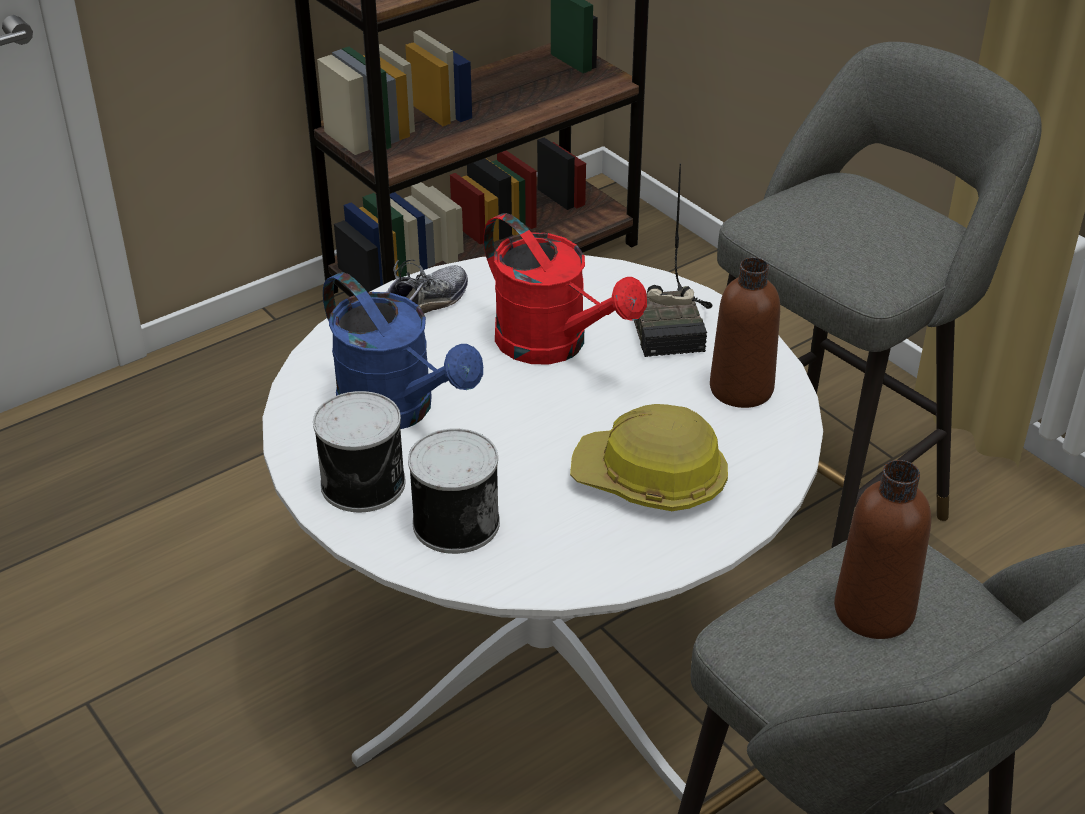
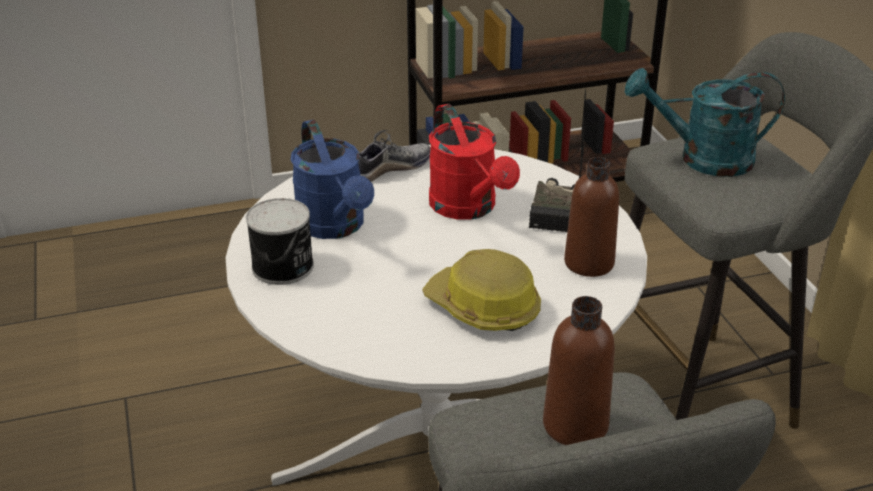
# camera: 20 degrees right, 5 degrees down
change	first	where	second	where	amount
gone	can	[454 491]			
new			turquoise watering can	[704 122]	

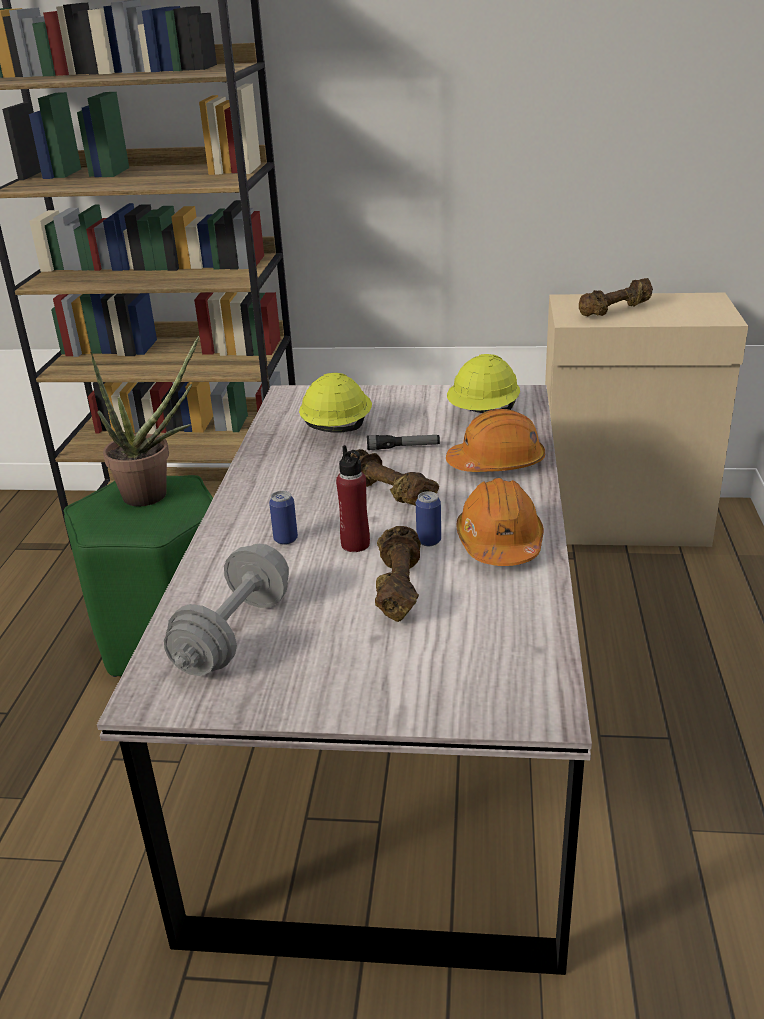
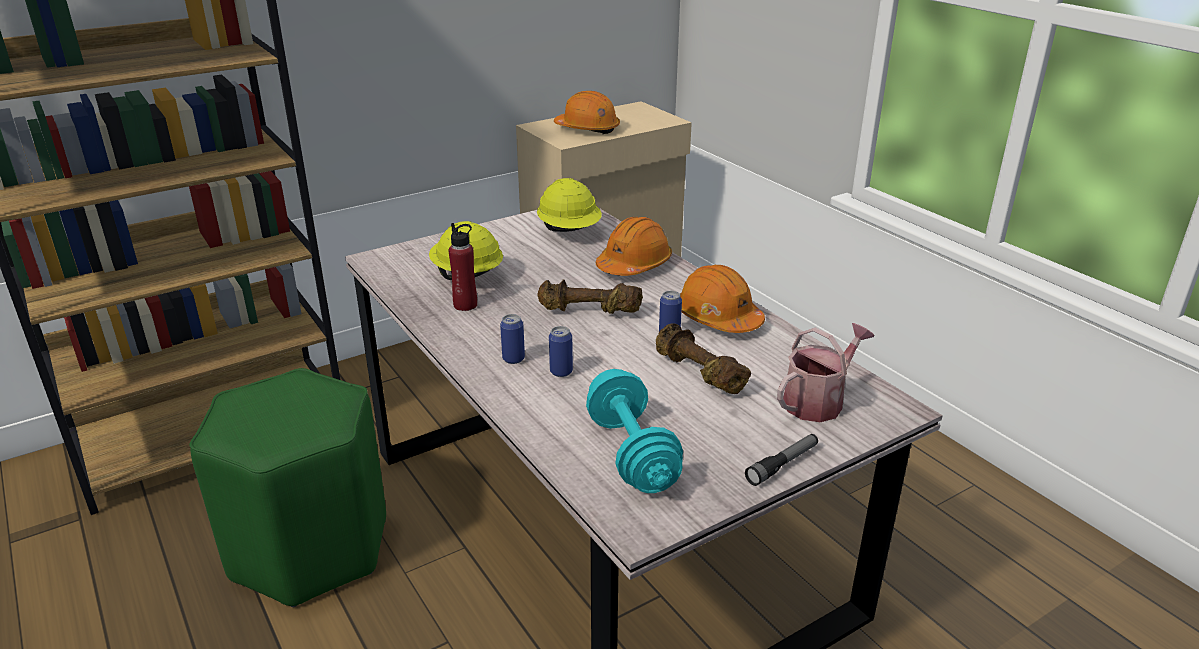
# camera: 40 degrees left, 0 degrees up
change	first	where	second	where	amount
gone	potted plant	[144 421]			
repainted	grey dumbbell	[226 610]	turquoise dumbbell	[634 431]	
shifted	red bottle	[353 498]		[463 267]	
shifted	flashlight	[403 442]		[781 460]	
swapped	brown dumbbell	[616 297]	orange hard hat	[587 112]	
new			can	[512 339]	
new			watering can	[825 372]	

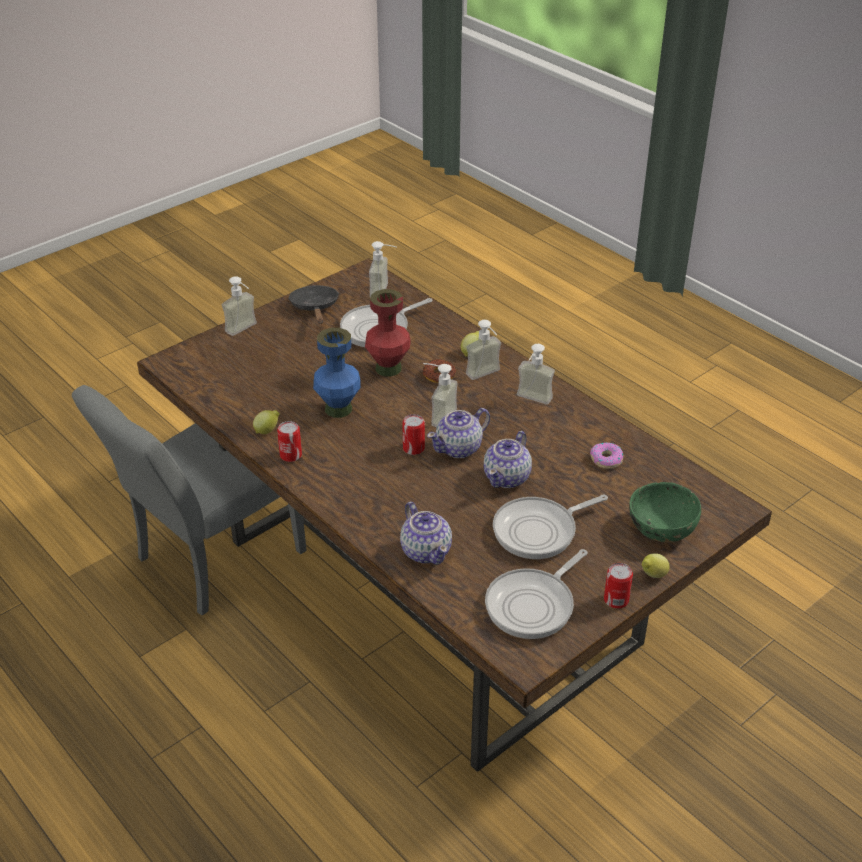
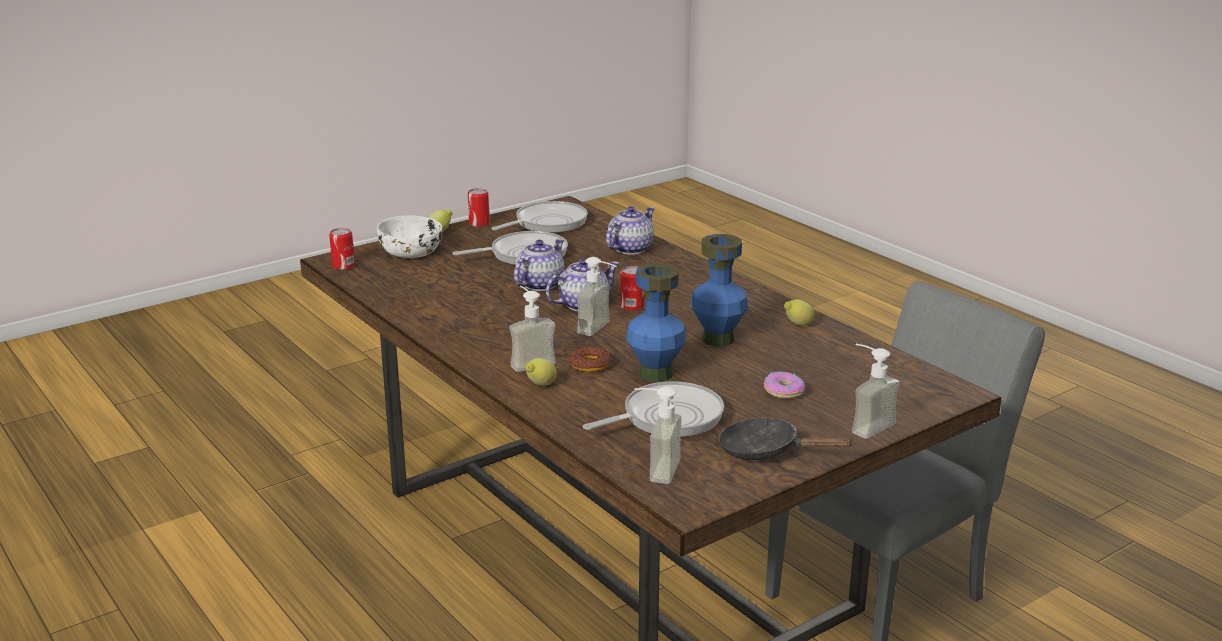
# camera: 175 degrees left, 15 degrees down
change	first	where	second	where	amount
shifted	can	[289 441]		[342 249]	
rotated	black frying pan	[313 304]		[786 438]	120 degrees clockwise
repainted	red vase	[388 333]	blue vase	[656 322]	
rotated	teapot	[426 533]		[630 230]	60 degrees clockwise
gone	soap dispenser	[536 374]			
shifted	donut	[606 456]		[784 385]	
repainted	green bowl	[665 512]	white bowl	[409 236]	

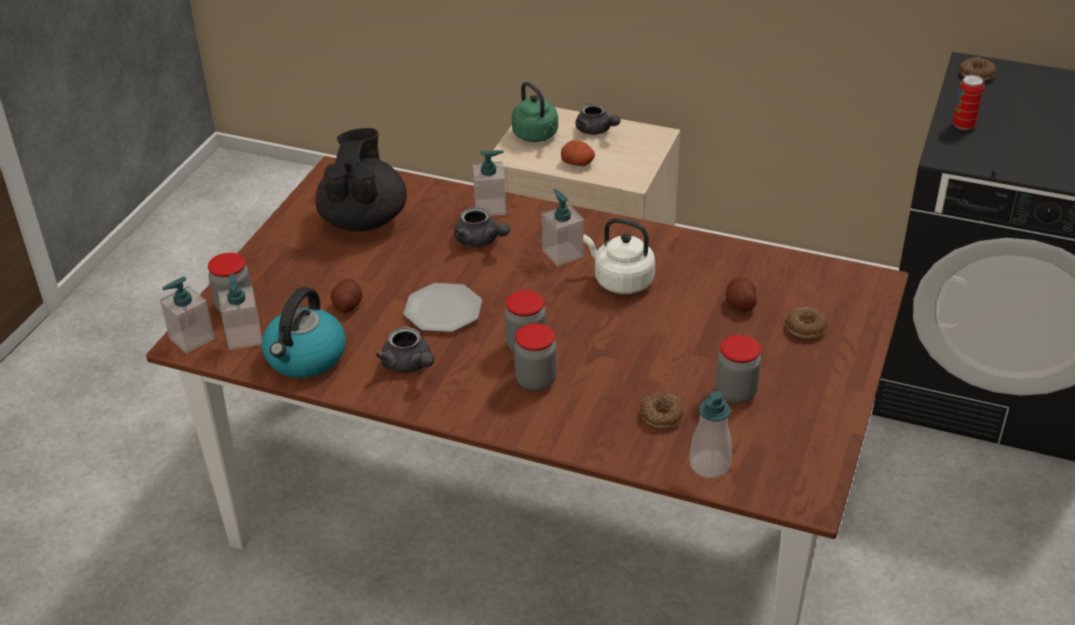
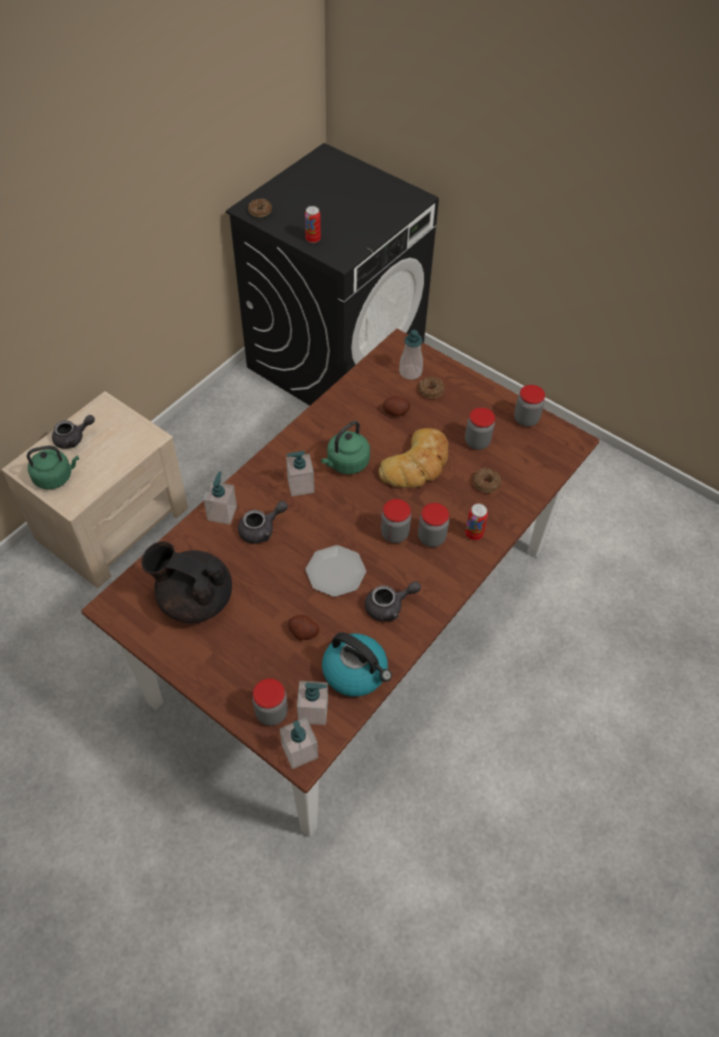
# camera: 75 degrees left, 15 degrees up
change	first	where	second	where	amount
gone	potato	[578 153]			
repainted	white kettle	[619 256]	green kettle	[345 447]	
shifted	soap dispenser	[711 434]		[411 355]	
new			bread	[413 458]	
new			can	[476 522]	
new			jar	[529 406]	

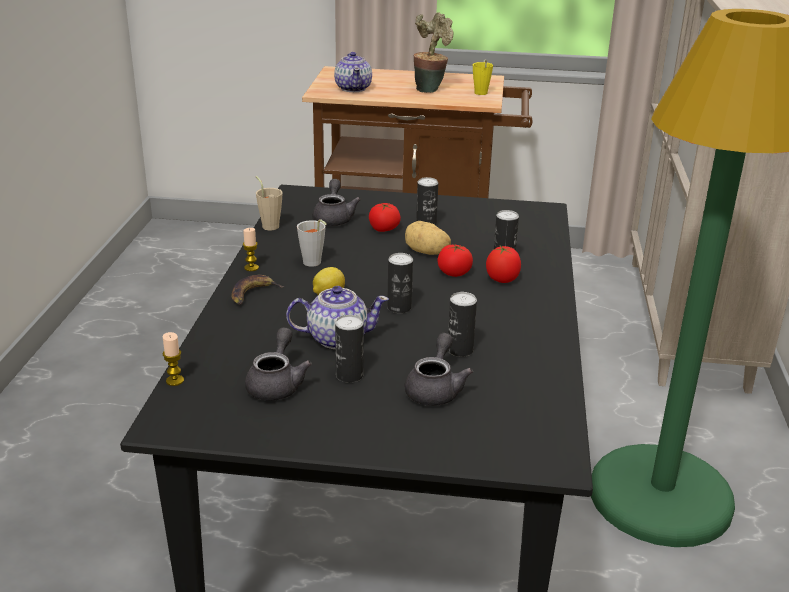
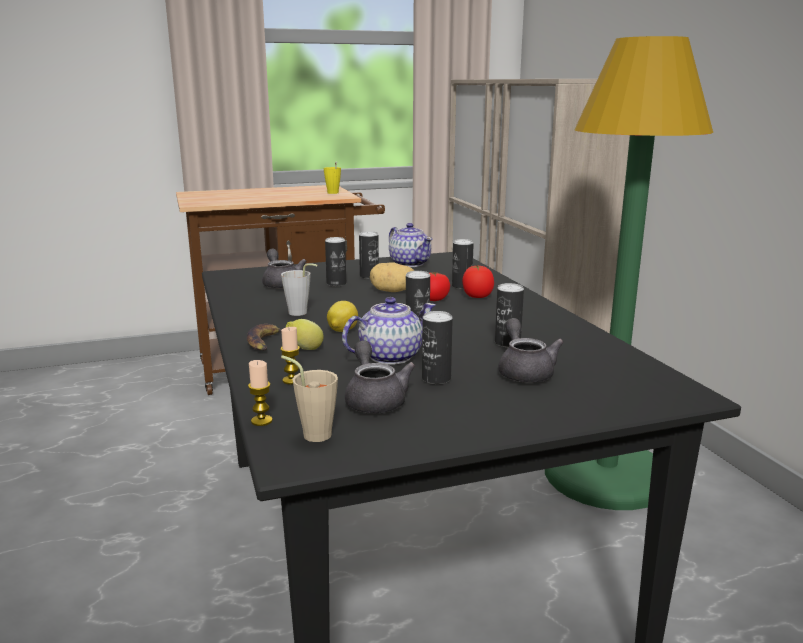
# camera: 25 degrees left, 10 degrees down
change	first	where	second	where	amount
shifted	candle	[251 249]		[290 355]	
shifted	beige cup	[269 203]		[309 398]	
shifted	teapot	[353 72]		[410 245]	
swapped	tomato	[385 217]	can	[335 261]	
gone	potted plant	[434 52]			
new			lemon	[305 334]	

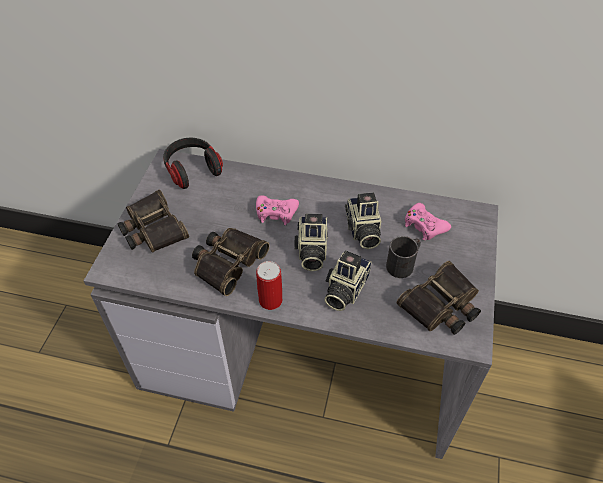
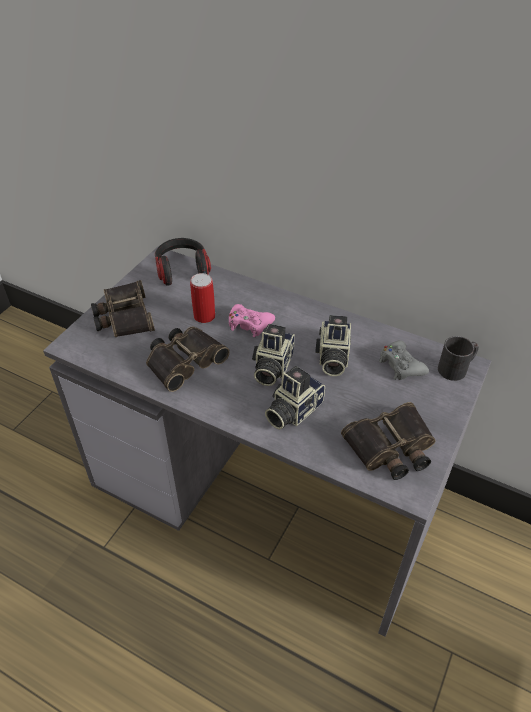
# camera: 15 degrees right, 5 degrees down
change	first	where	second	where	amount
shifted	can	[269 285]		[202 298]	
shifted	black mug	[403 257]		[458 358]	
repainted	pink game controller	[428 222]	grey game controller	[404 360]	

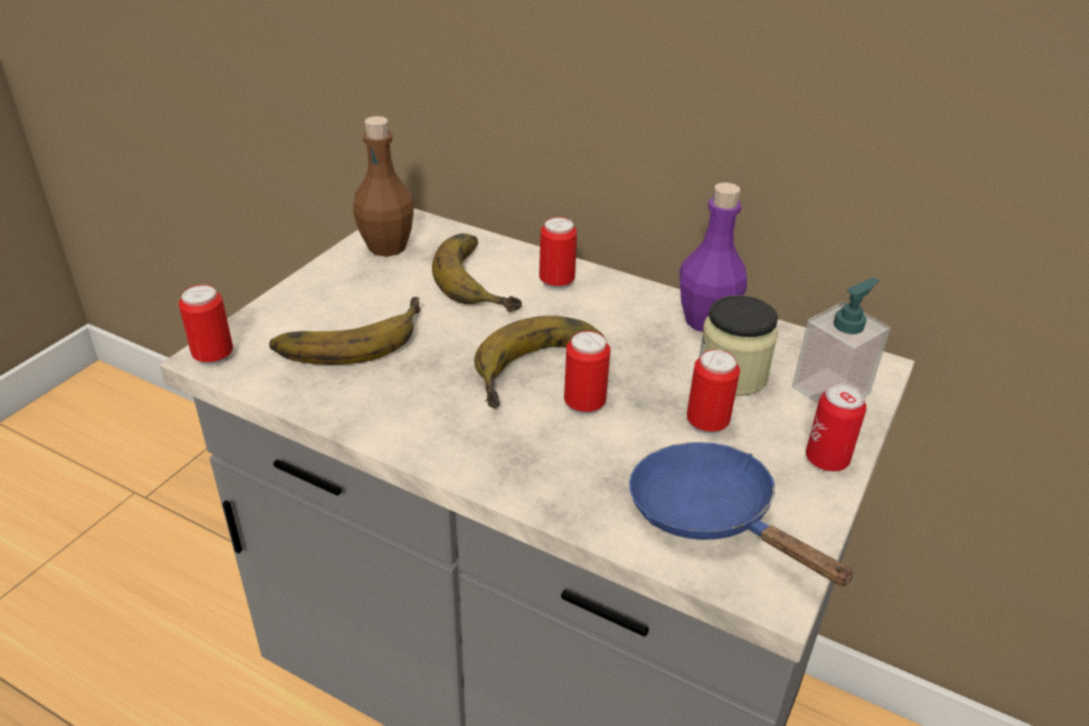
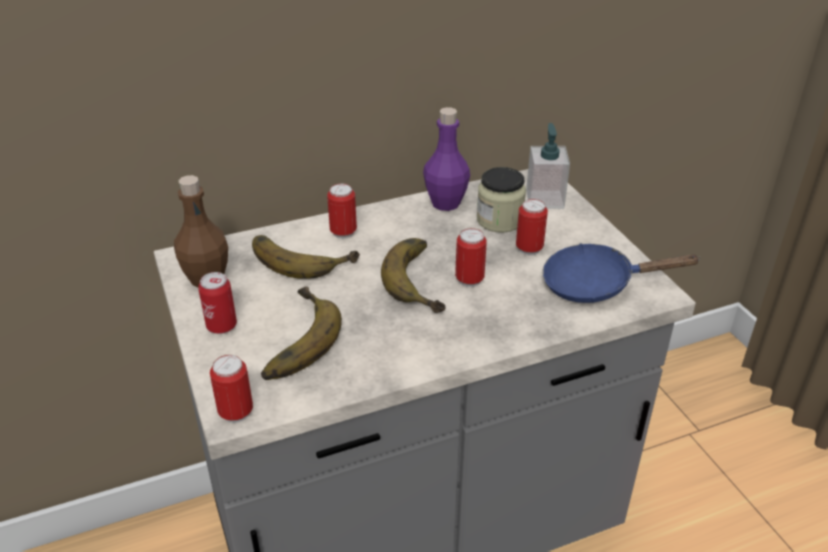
# camera: 50 degrees left, 0 degrees up
change	first	where	second	where	amount
shifted	can	[836 427]		[217 303]	

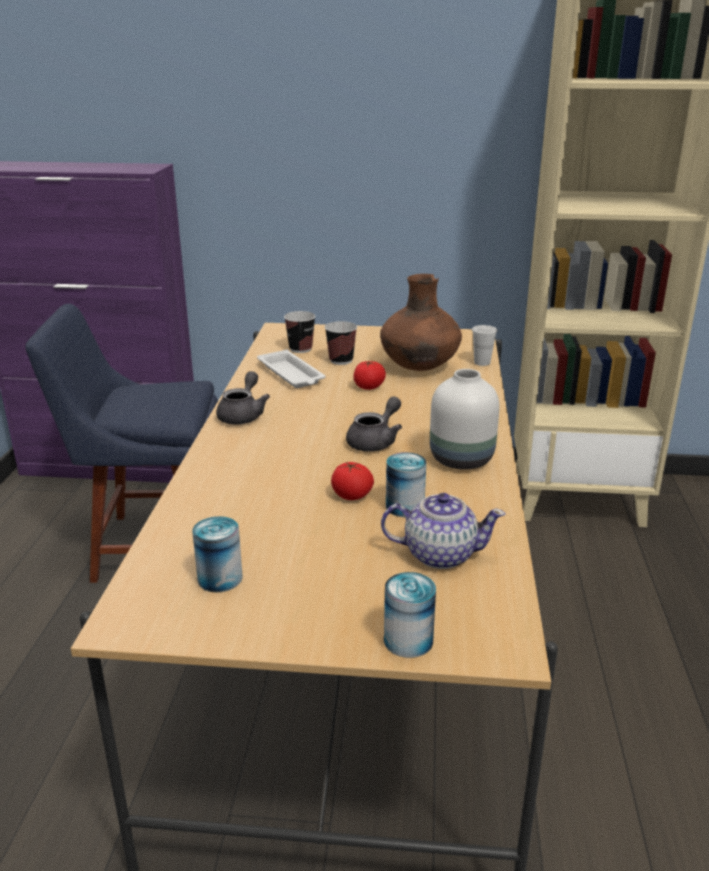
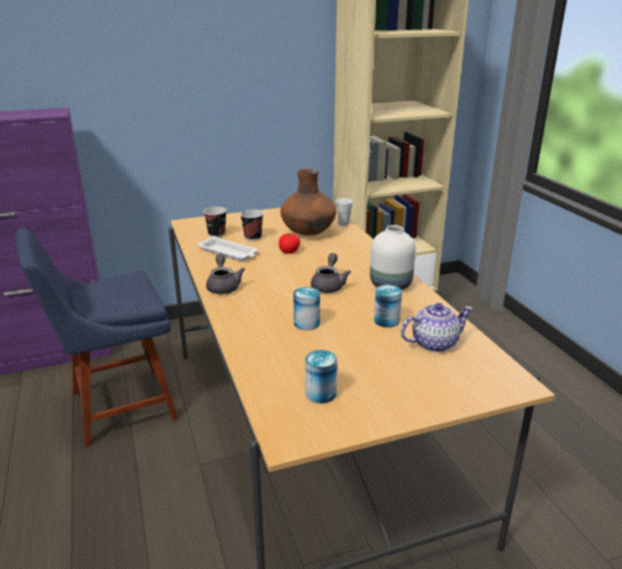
# camera: 25 degrees left, 0 degrees up
change	first	where	second	where	amount
gone	tomato	[352 480]			
shifted	can	[410 615]		[306 308]	

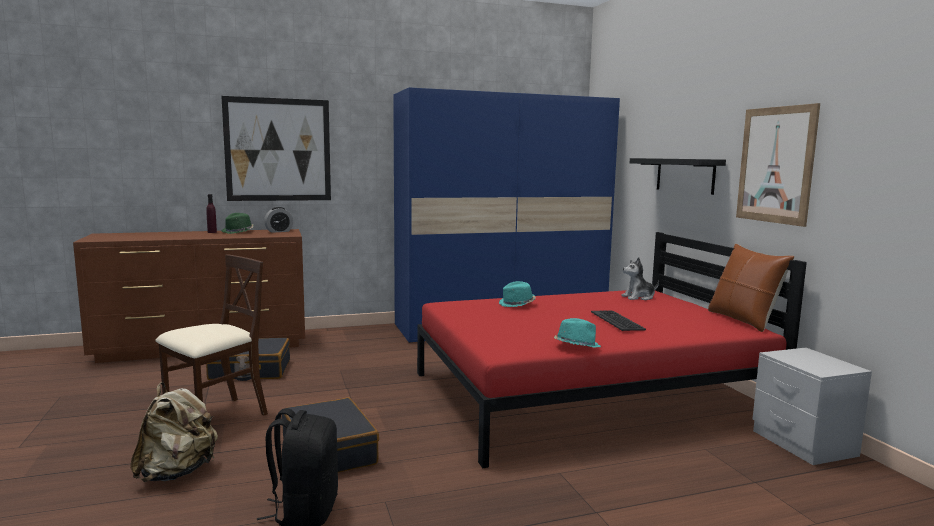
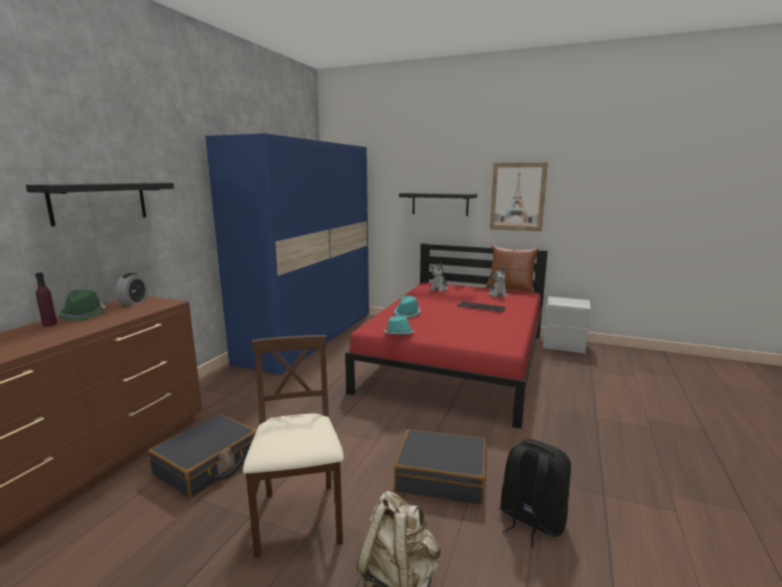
# camera: 50 degrees left, 5 degrees up
change	first	where	second	where	amount
swapped	picture	[276 148]	black shelf	[100 204]	
shifted	turquoise hat	[577 333]		[399 325]	
new			plush toy	[498 282]	

